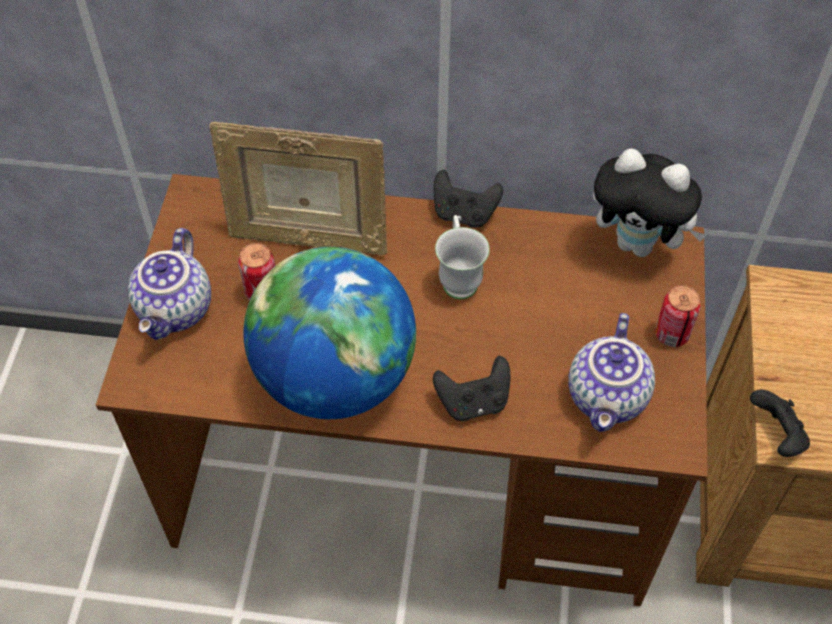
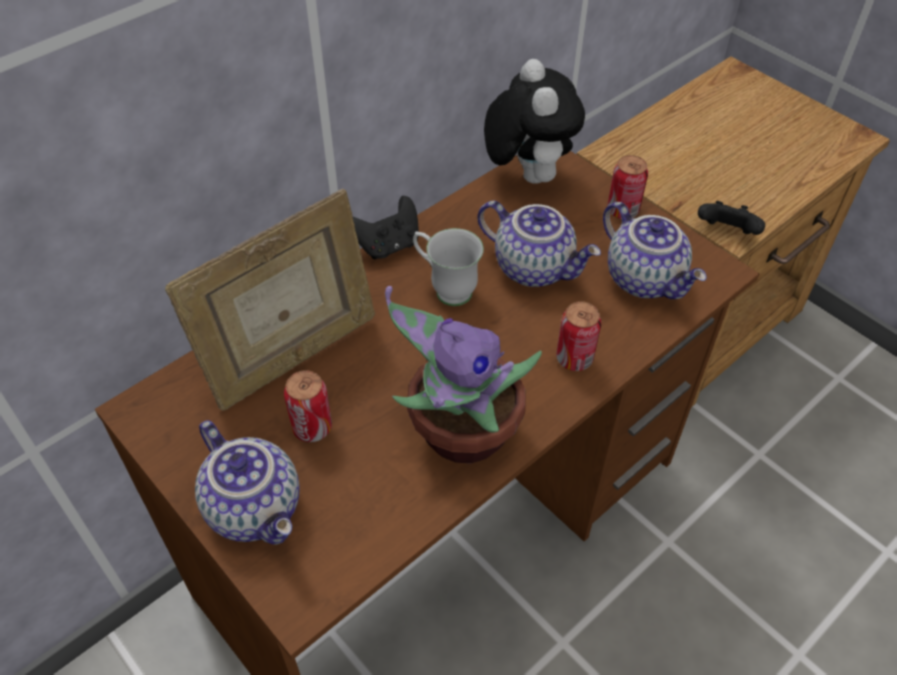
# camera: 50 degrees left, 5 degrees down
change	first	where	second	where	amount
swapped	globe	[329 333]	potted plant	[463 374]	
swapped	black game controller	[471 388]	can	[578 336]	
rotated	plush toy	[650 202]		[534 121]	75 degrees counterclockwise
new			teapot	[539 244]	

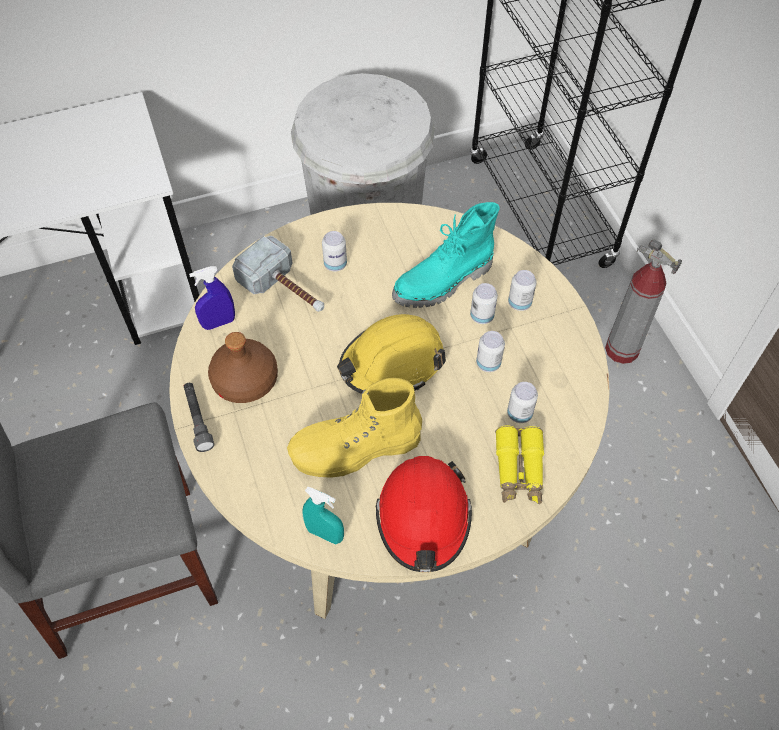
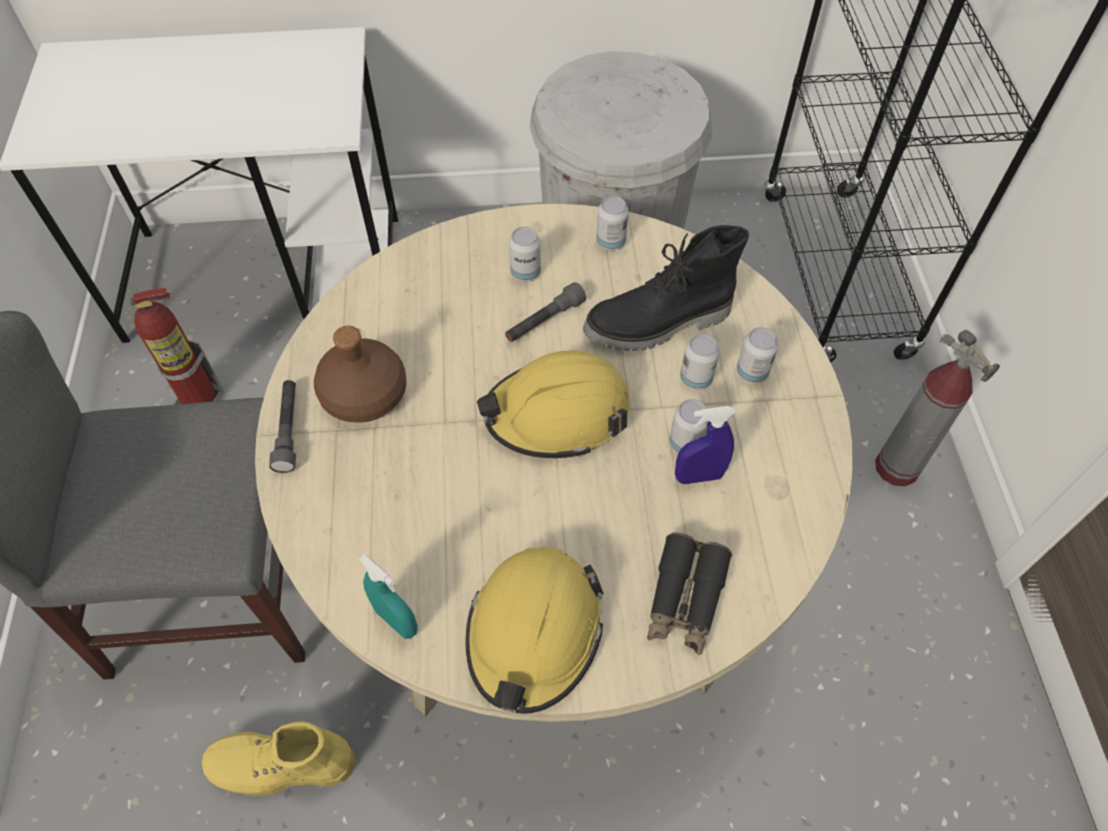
# camera: 15 degrees right, 0 degrees up
change	first	where	second	where	amount
shifted	blue spray bottle	[212 298]		[705 445]	
gone	hammer	[278 274]			
shifted	yellow boot	[354 428]		[278 758]	
repainted	red hard hat	[423 514]	yellow hard hat	[535 630]	
repainted	turquoise boot	[445 255]	black boot	[666 288]	
repainted	yellow binoculars	[519 464]	black binoculars	[689 594]	
shifted	can	[522 402]		[612 223]	
new			fire extinguisher	[177 346]	
new			grey flashlight	[545 312]	

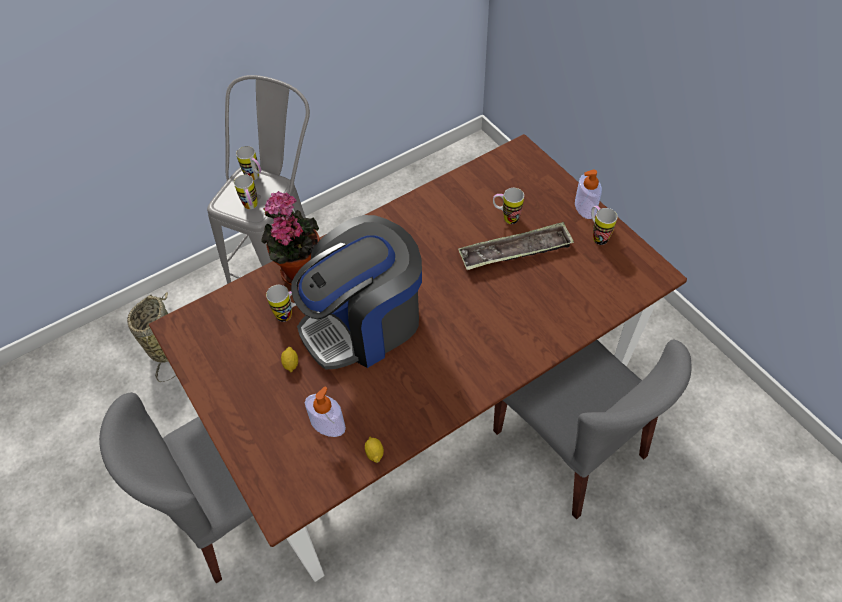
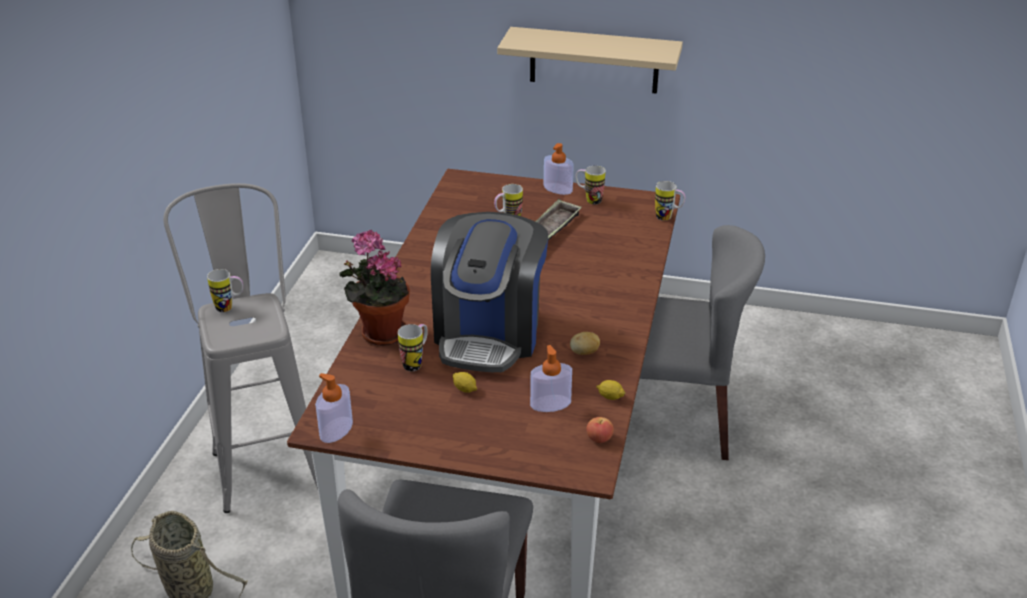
# camera: 45 degrees left, 20 degrees down
change	first	where	second	where	amount
shifted	mug	[245 191]		[670 201]	
new			soap dispenser	[334 408]	
new			beige shelf	[590 60]	
new			potato	[585 343]	
new			apple	[600 430]	

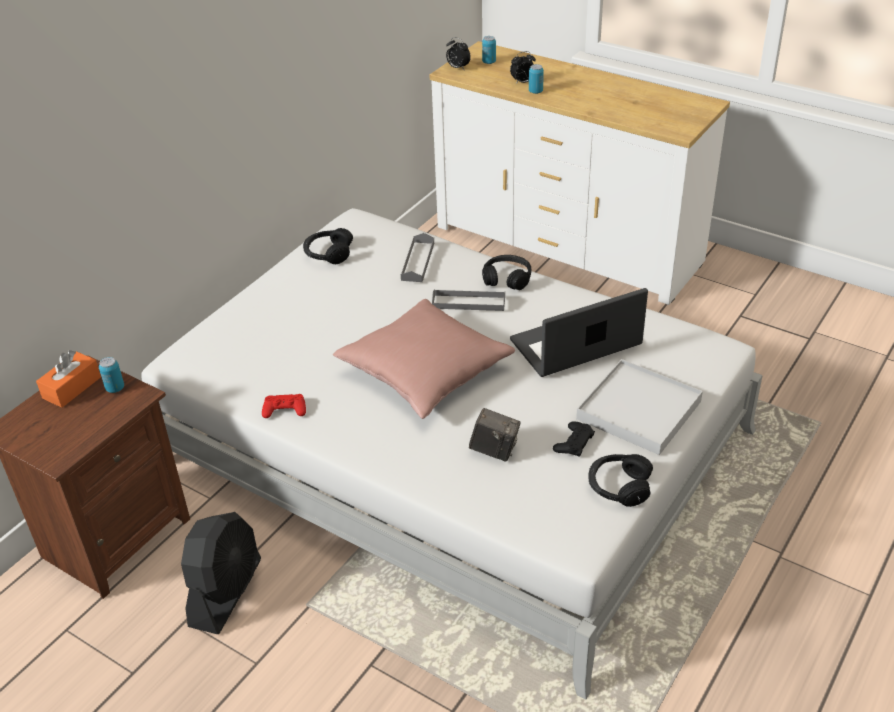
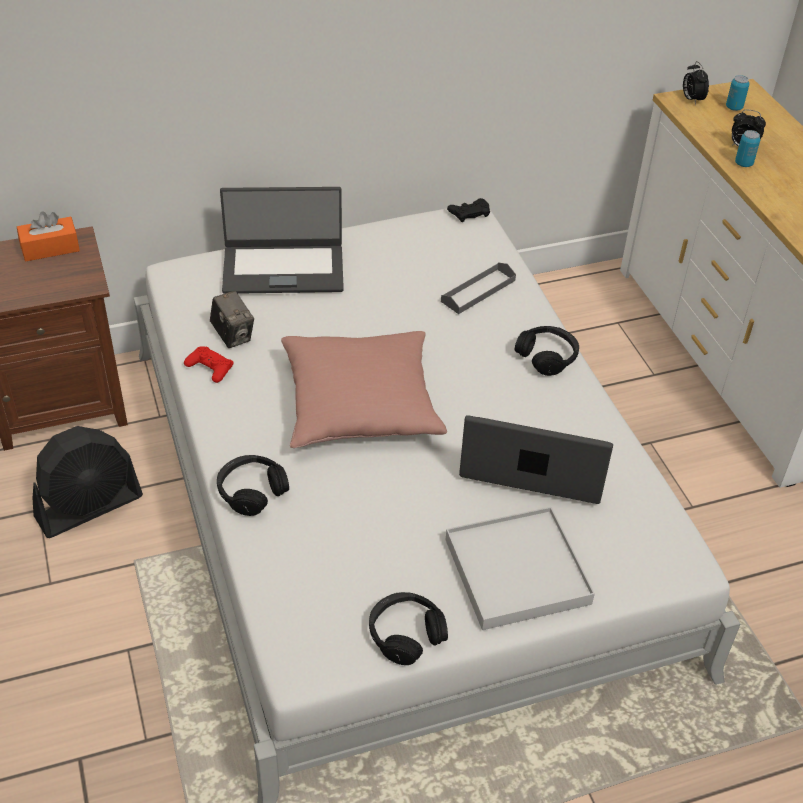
# camera: 35 degrees right, 5 degrees up
change	first	where	second	where	amount
gone	can	[111 375]			
shifted	black headphones	[328 246]		[253 485]	
gone	grey tray	[468 300]			
shifted	photo camera	[495 434]		[232 319]	
shifted	black game controller	[574 439]		[468 210]	
new			laptop	[282 240]	

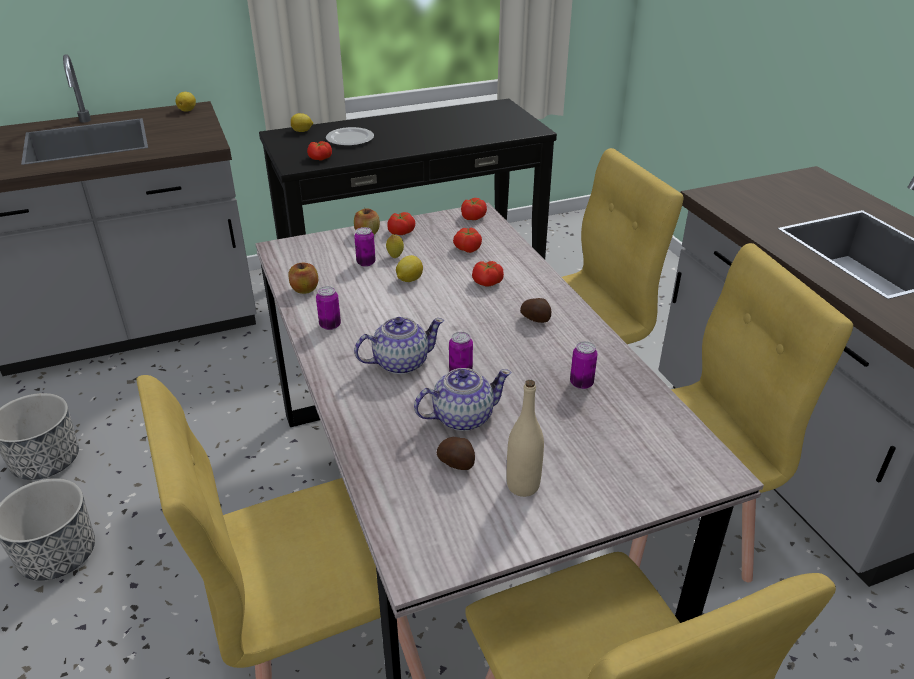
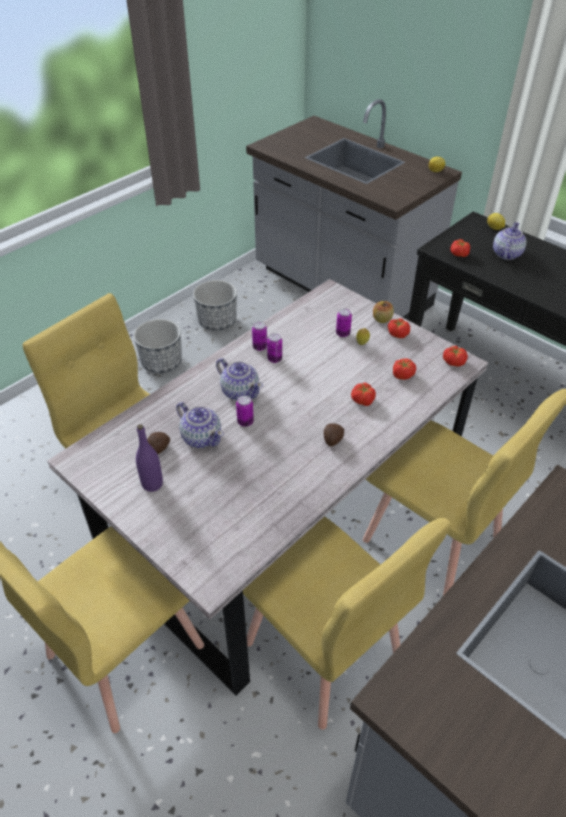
# camera: 65 degrees right, 10 degrees up
change	first	where	second	where	amount
gone	apple	[303 278]			
swapped	plate	[350 136]	teapot	[510 241]	
gone	lemon	[409 268]			
repainted	beige bottle	[525 438]	purple bottle	[149 458]	
shifted	can	[584 365]		[274 348]	

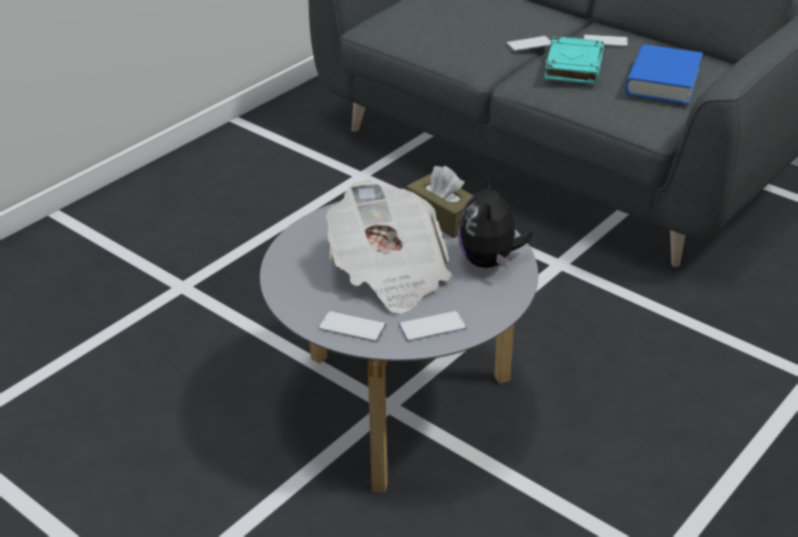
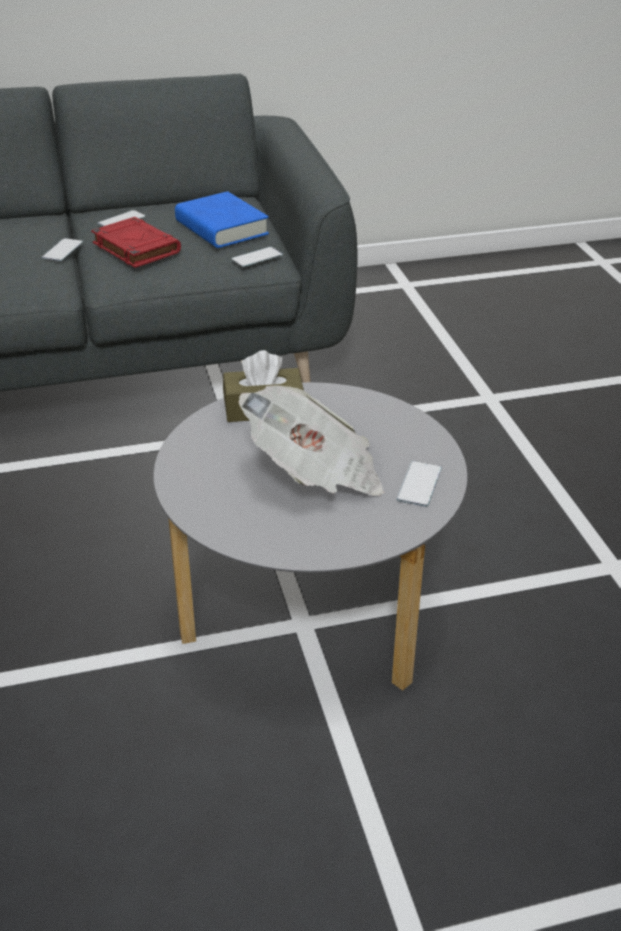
# camera: 55 degrees left, 0 degrees up
change	first	where	second	where	amount
shifted	phone	[352 326]		[257 257]	
gone	plush toy	[495 221]			
repainted	turquoise book	[574 60]	red book	[136 242]	

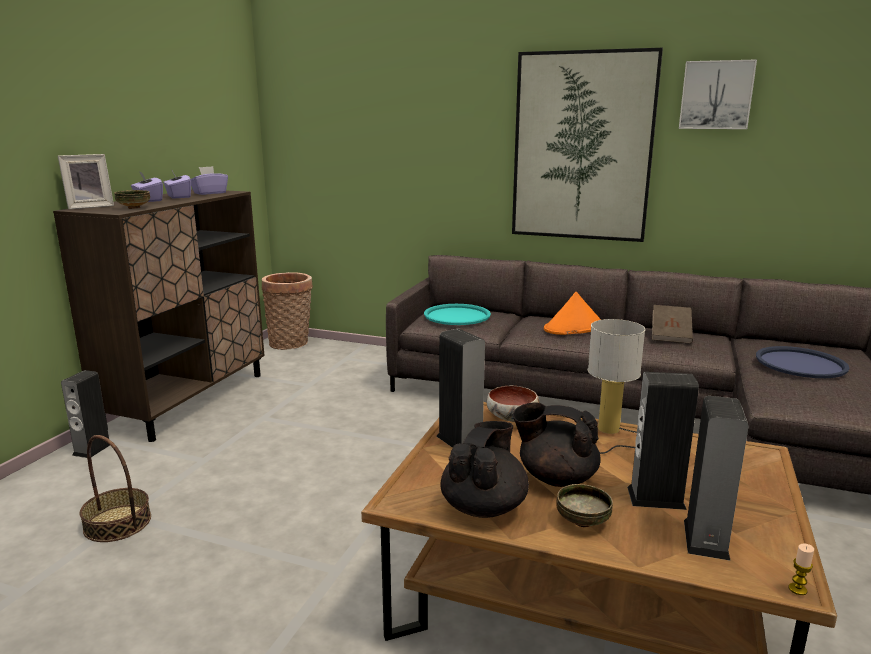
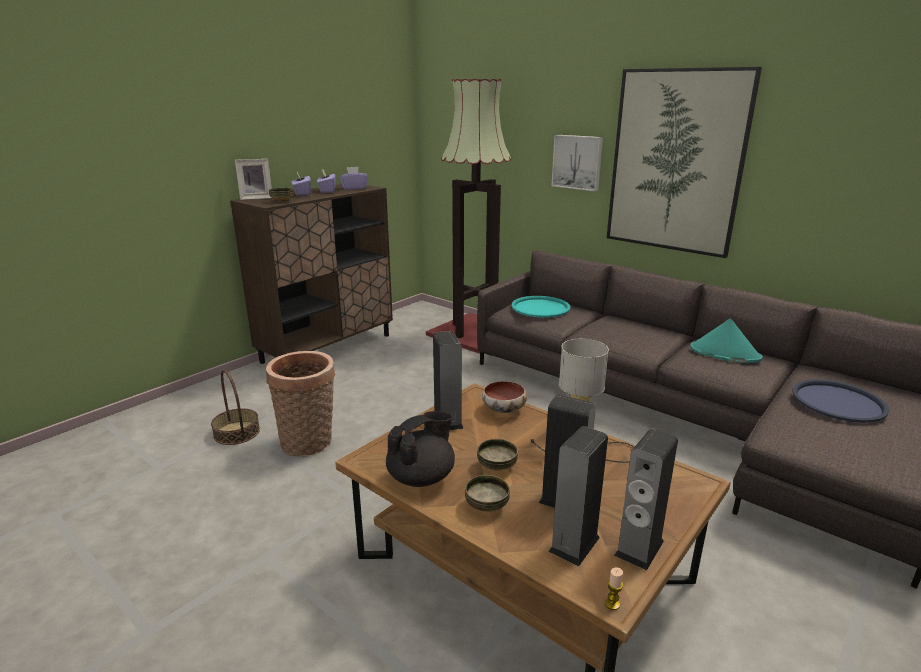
# camera: 20 degrees right, 5 degrees up
change	first	where	second	where	amount
shifted	speaker	[85 414]		[646 499]	
shifted	basket	[287 311]		[300 404]	
swapped	black teapot	[557 445]	bowl	[497 455]	
gone	orange hat	[572 313]			
swapped	brown book	[672 324]	turquoise hat	[726 341]	
shifted	picture	[718 94]		[577 163]	
new			floor lamp	[468 216]	

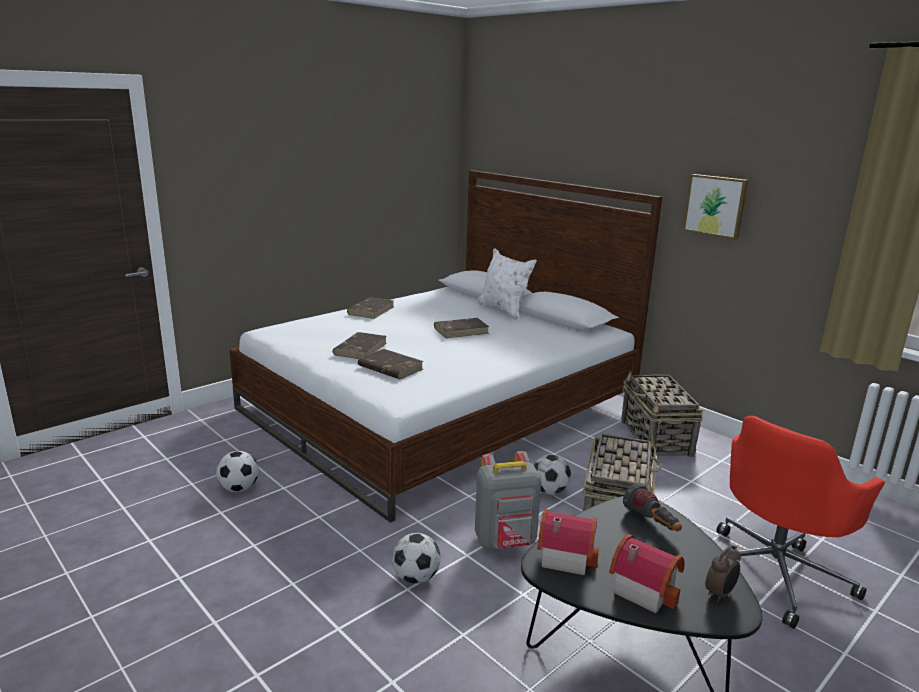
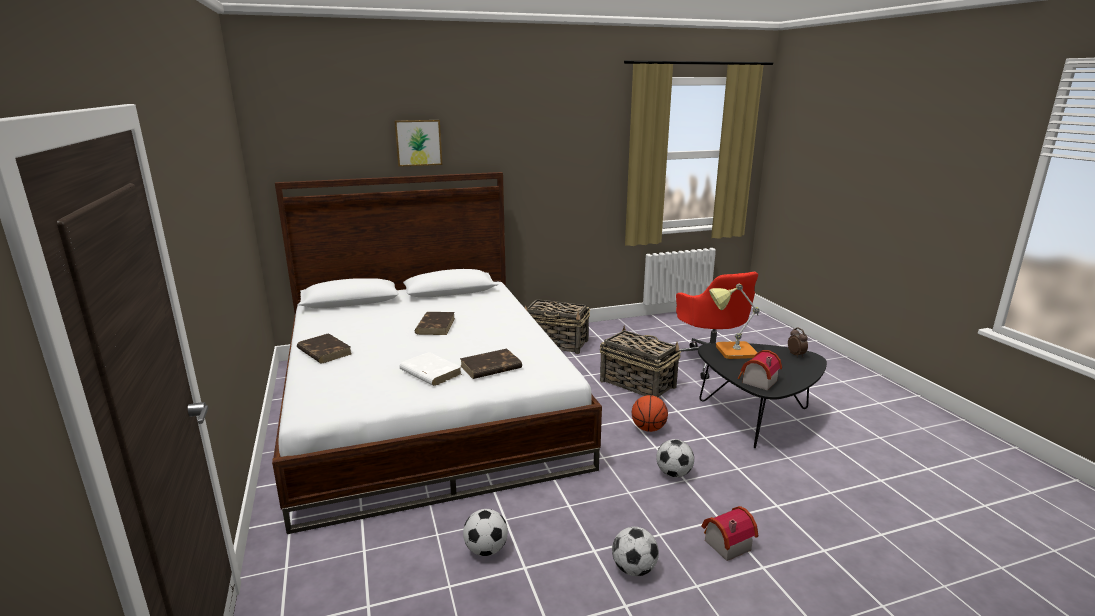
# camera: 65 degrees left, 0 degrees up
change	first	where	second	where	amount
repainted	brown book	[359 345]	white book	[431 369]	
swapped	grey backpack	[508 500]	basketball	[650 413]	
gone	white pillow	[507 284]			
shifted	football	[552 474]		[635 551]	
shifted	toy house	[646 573]		[729 533]	
swapped	flashlight	[652 507]	table lamp	[734 321]	
shifted	picture	[716 206]		[418 143]	

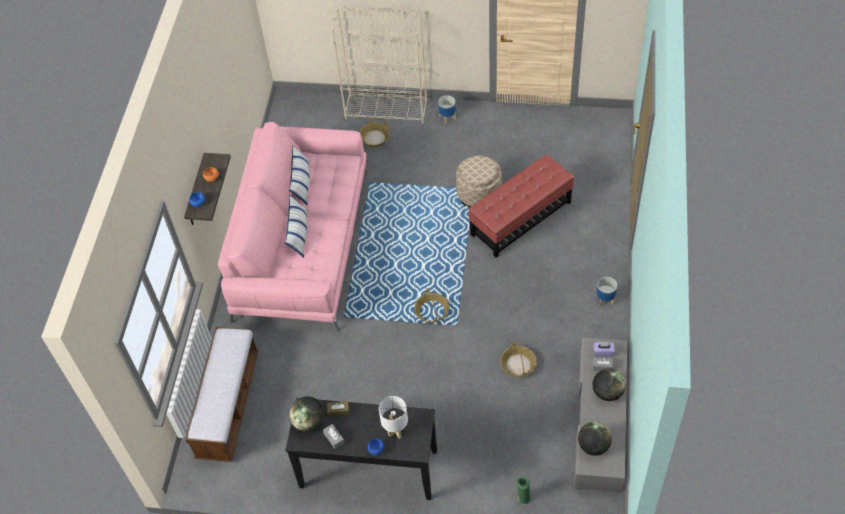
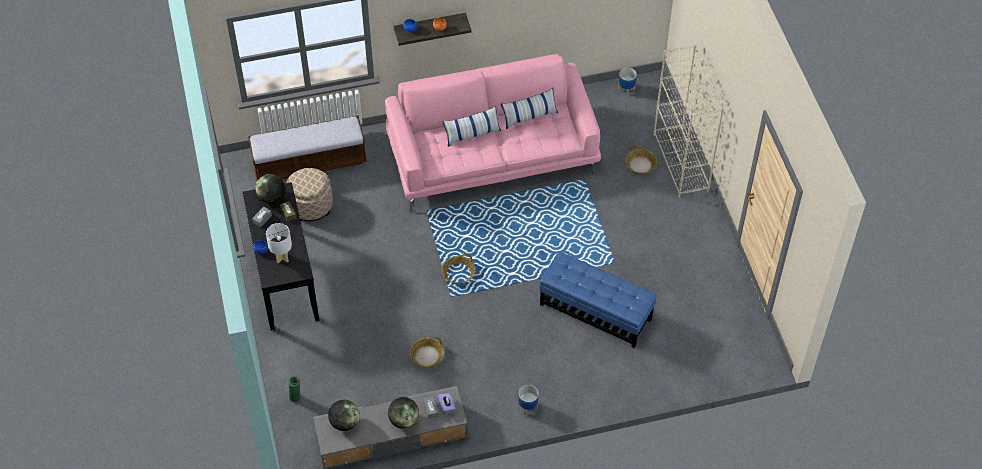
# camera: 65 degrees right, 0 degrees up
change	first	where	second	where	amount
shifted	planter	[447 109]		[627 82]	
shifted	beige ottoman	[479 181]		[309 195]	
repainted	red ottoman	[521 206]	blue ottoman	[598 300]	

